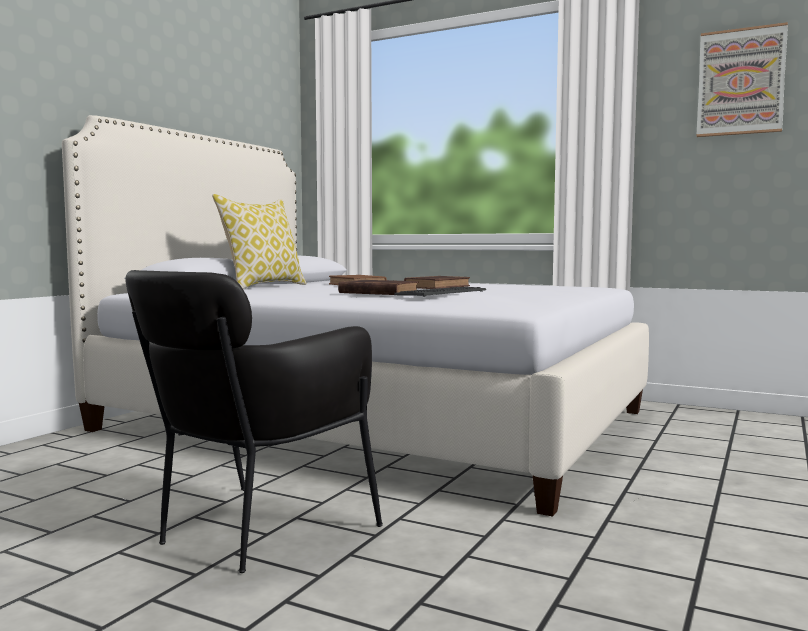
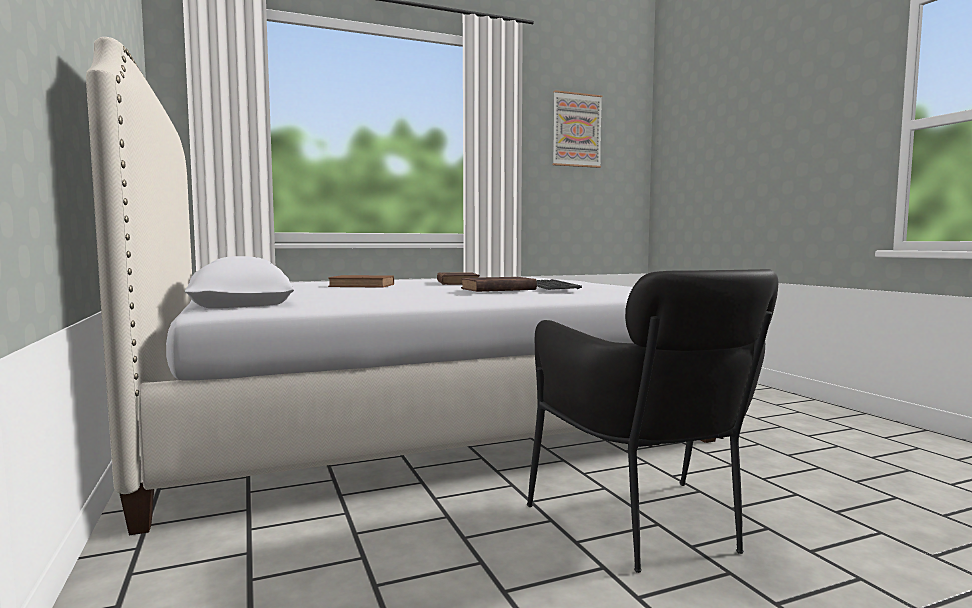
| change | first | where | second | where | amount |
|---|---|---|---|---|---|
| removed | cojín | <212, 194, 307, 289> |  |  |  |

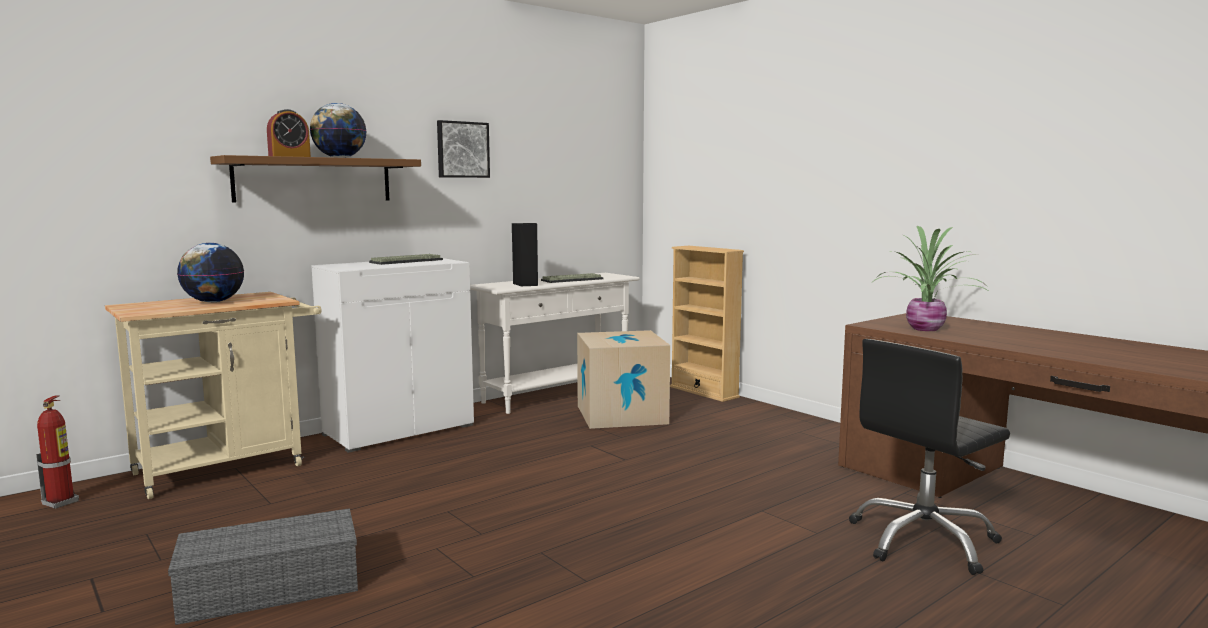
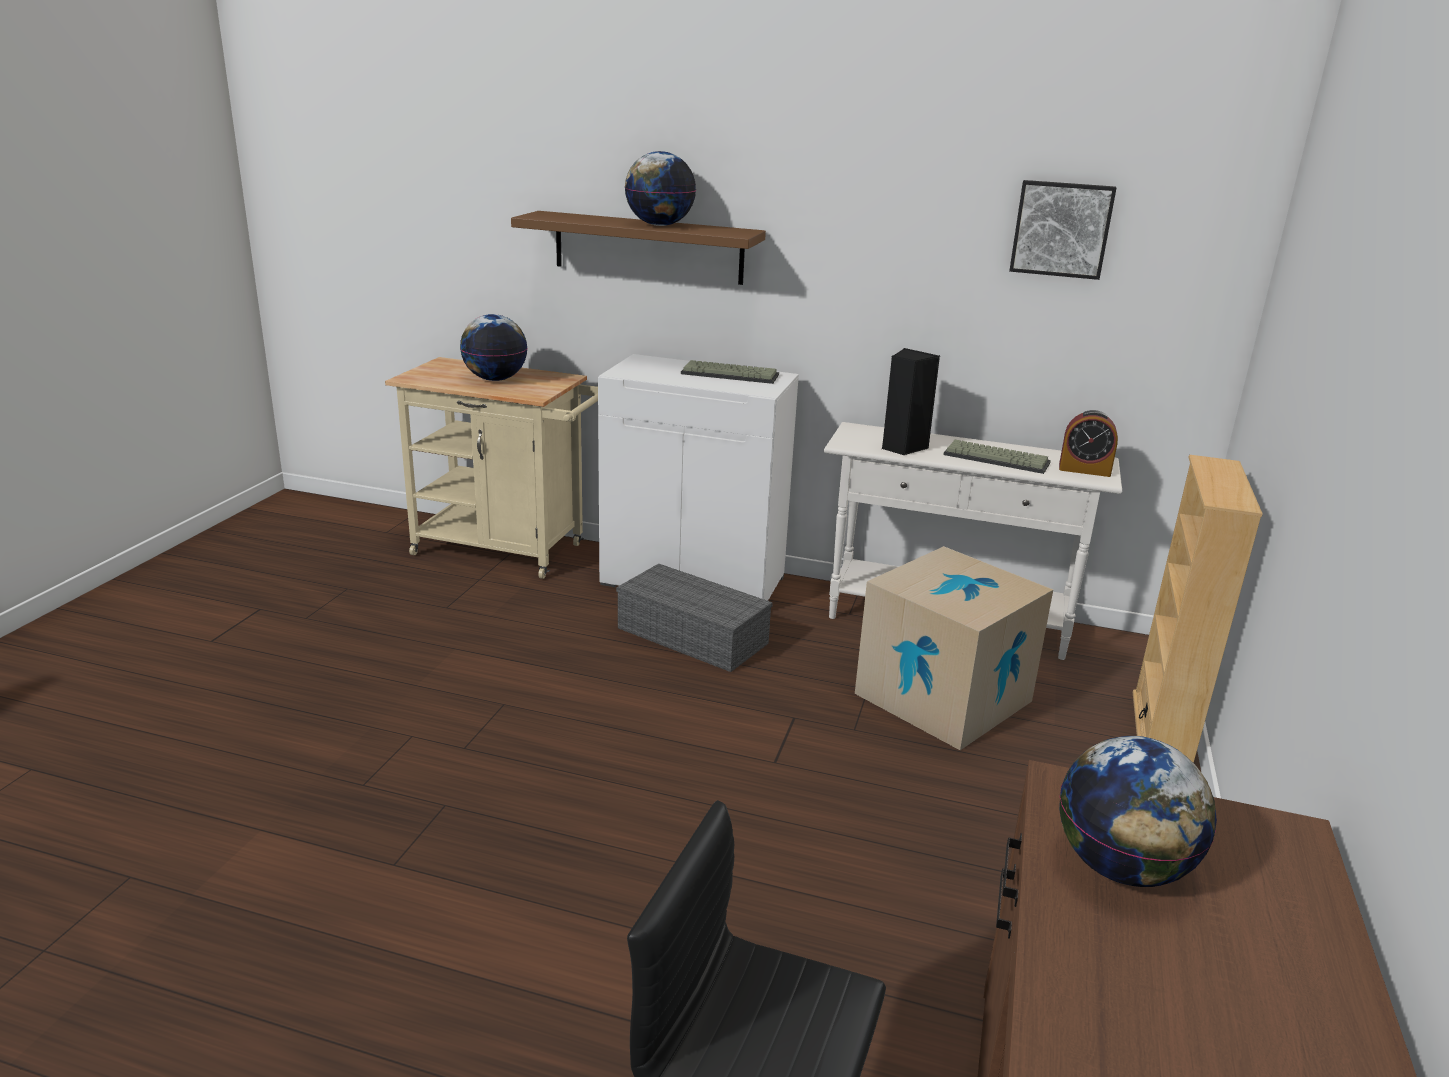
| change | first | where | second | where | amount |
|---|---|---|---|---|---|
| moved | despertador | <267, 109, 311, 157> |  | <1059, 410, 1118, 477> |  |
| moved | cuadro | <437, 120, 490, 178> |  | <1009, 180, 1117, 280> |  |
| replaced | planta en maceta | <874, 226, 988, 331> | globo terráqueo | <1059, 736, 1217, 887> |  |
| removed | extintor | <36, 395, 79, 509> |  |  |  |
| moved | caja de almacenaje [gris] | <168, 508, 358, 625> |  | <616, 564, 773, 672> |  |

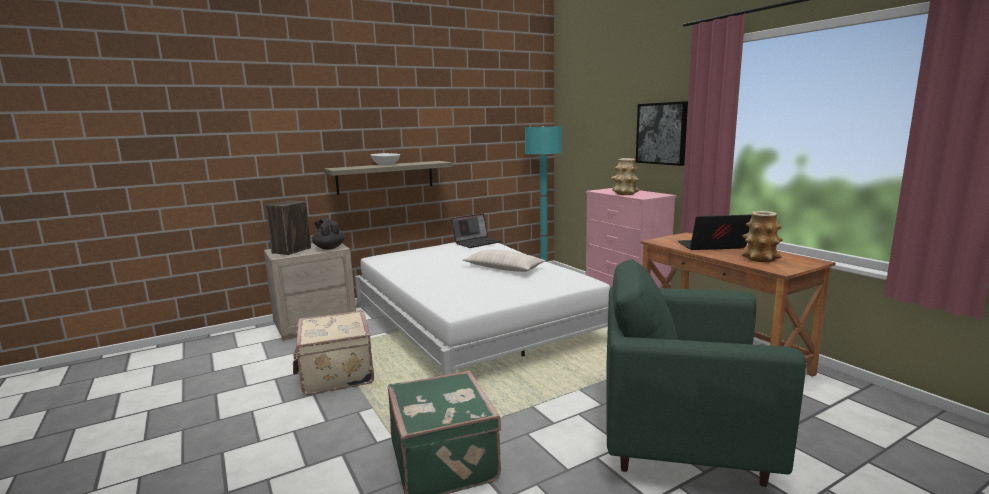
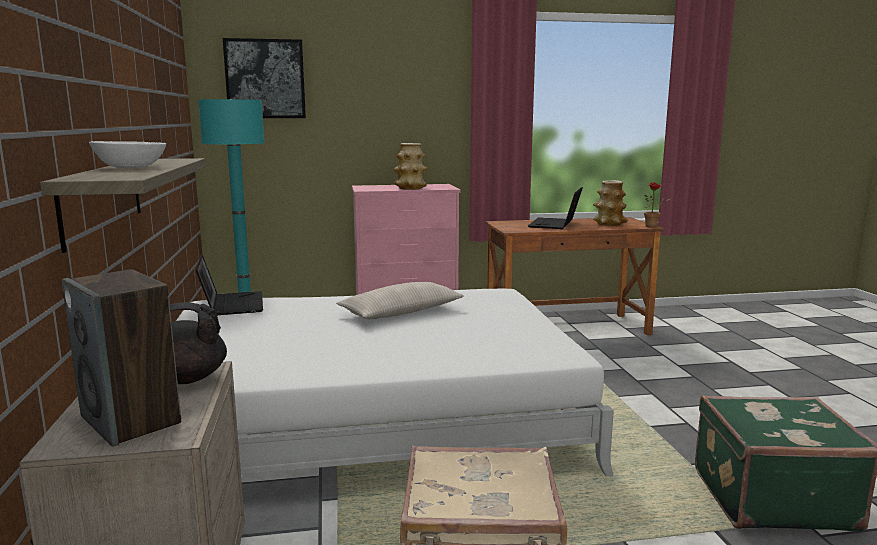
| change | first | where | second | where | amount |
|---|---|---|---|---|---|
| moved | cuadro | <636, 101, 688, 166> |  | <223, 38, 306, 118> |  |
| removed | sillón [verde] | <606, 259, 806, 487> |  |  |  |
| added |  |  | planta en maceta | <644, 182, 670, 227> |  |

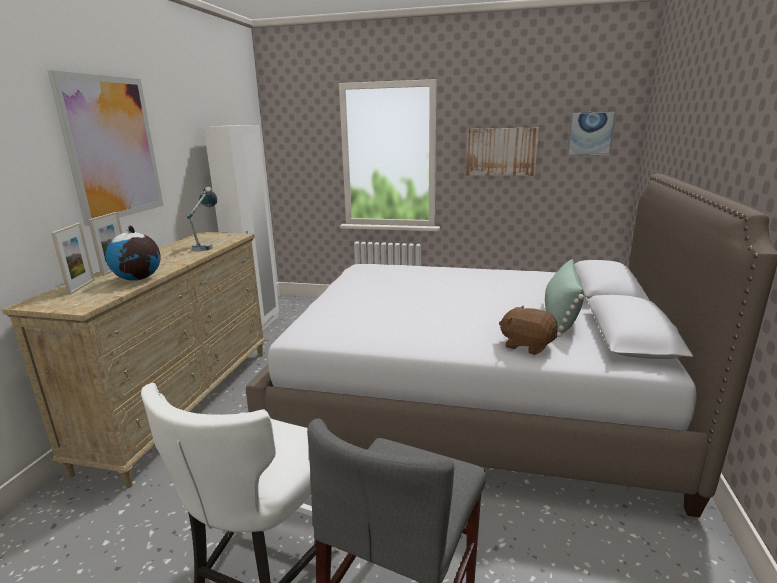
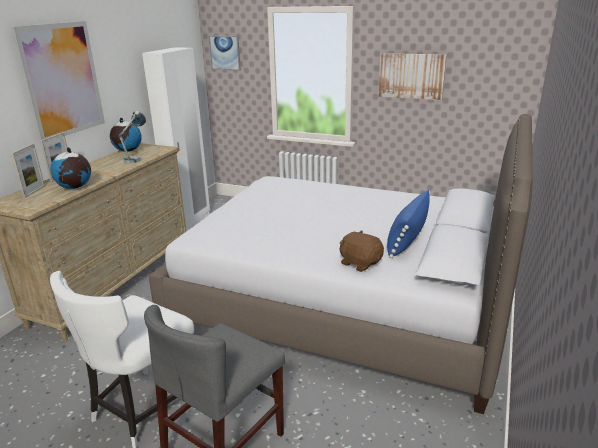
| change | first | where | second | where | amount |
|---|---|---|---|---|---|
| moved | cuadro | <567, 111, 616, 155> |  | <209, 36, 241, 71> |  |
| recoloured | cojín [verde] | <545, 259, 584, 337> | cojín [azul] | <387, 190, 431, 258> |  |
| added |  |  | globo terráqueo | <110, 118, 142, 152> |  |

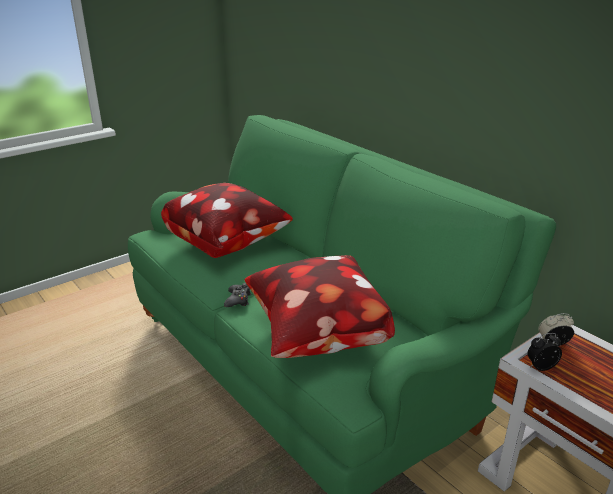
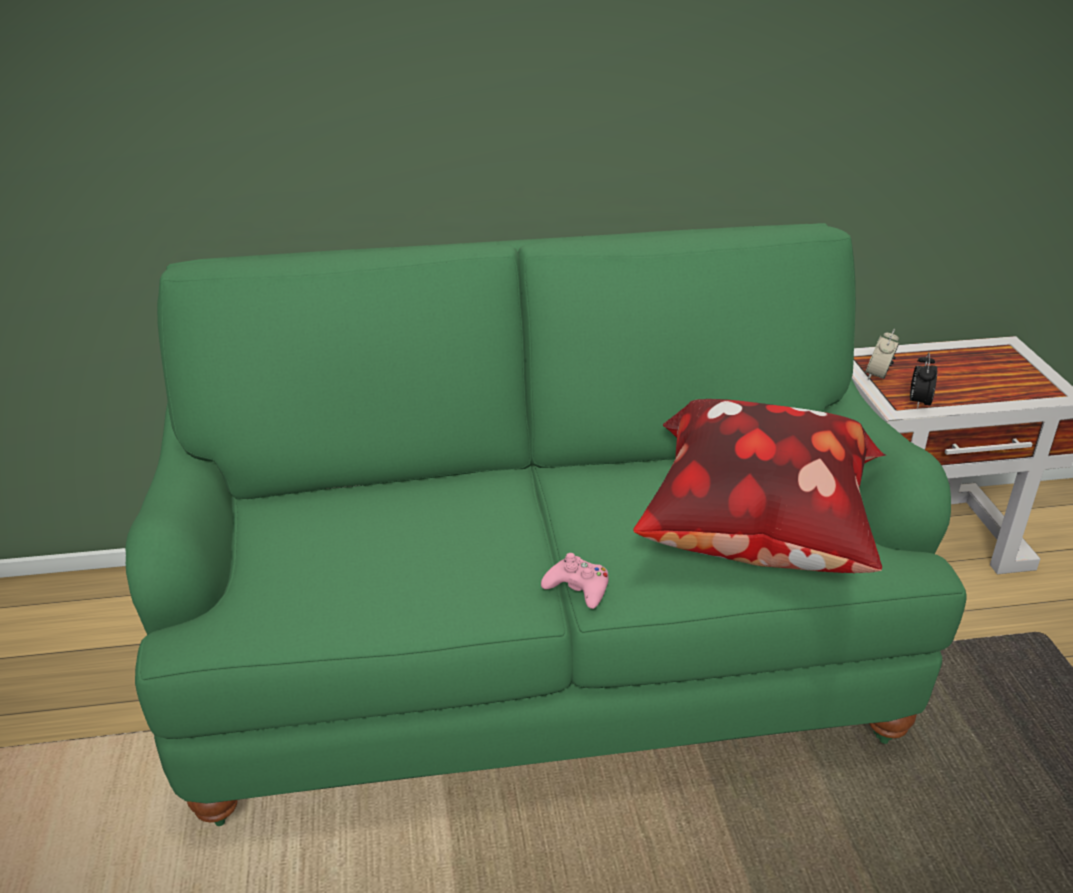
| change | first | where | second | where | amount |
|---|---|---|---|---|---|
| removed | cojín | <161, 183, 293, 258> |  |  |  |
| recoloured | mando de consola [negro] | <224, 283, 251, 307> | mando de consola [rosa] | <541, 553, 609, 609> |  |

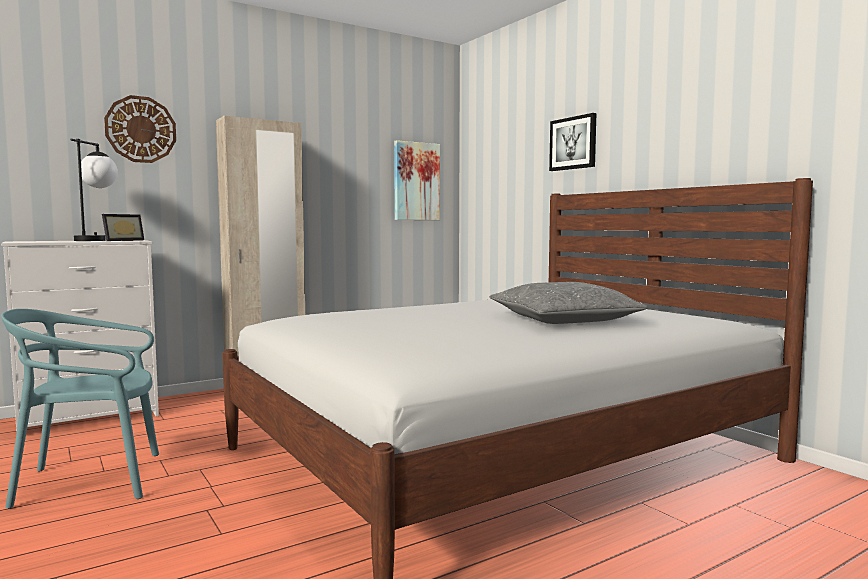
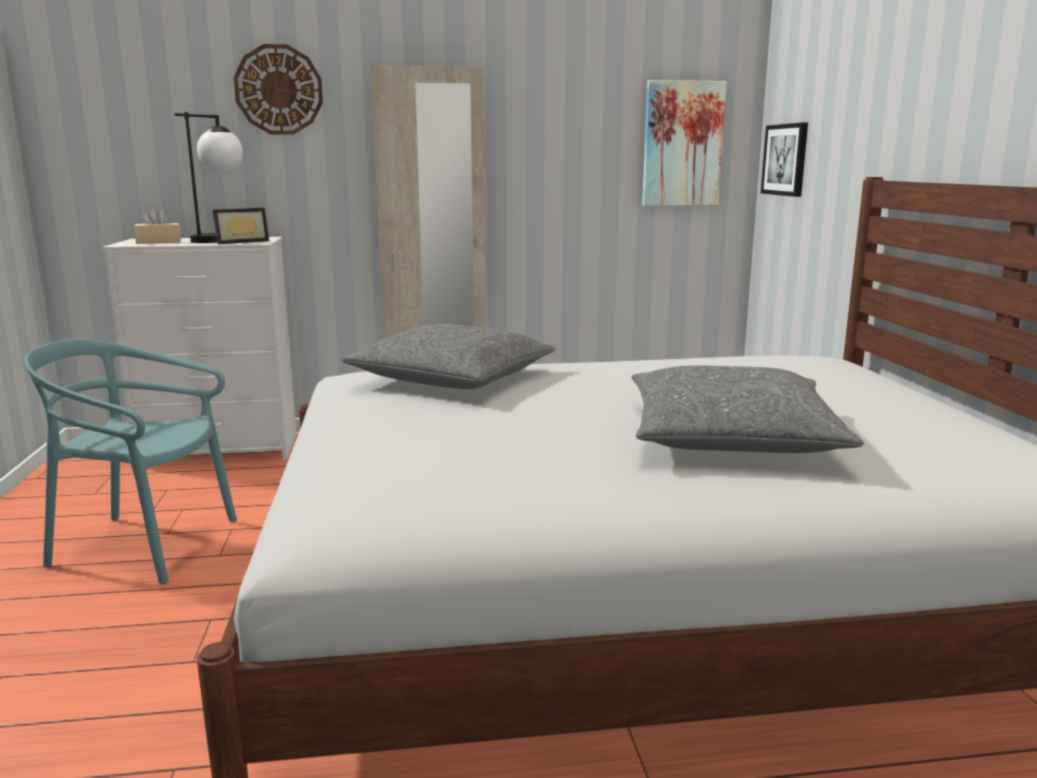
| change | first | where | second | where | amount |
|---|---|---|---|---|---|
| moved | cuadro | <549, 113, 596, 171> |  | <761, 122, 808, 197> |  |
| added |  |  | caja de pañuelos [beis] | <134, 207, 181, 244> |  |
| added |  |  | cojín [gris] | <341, 324, 556, 389> |  |

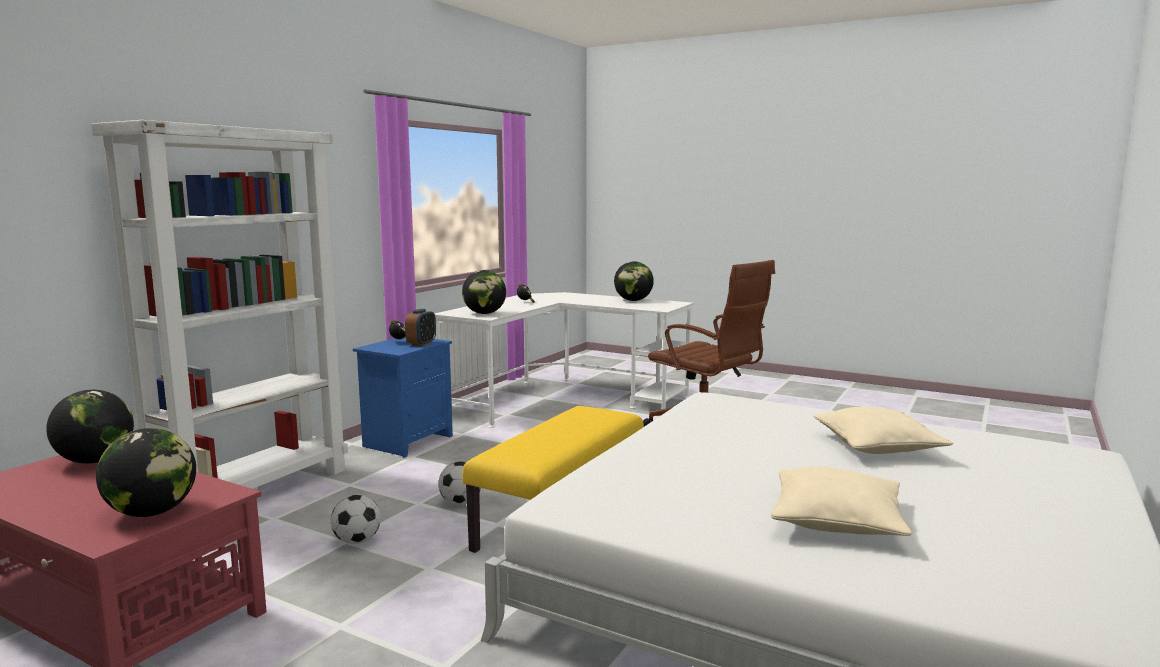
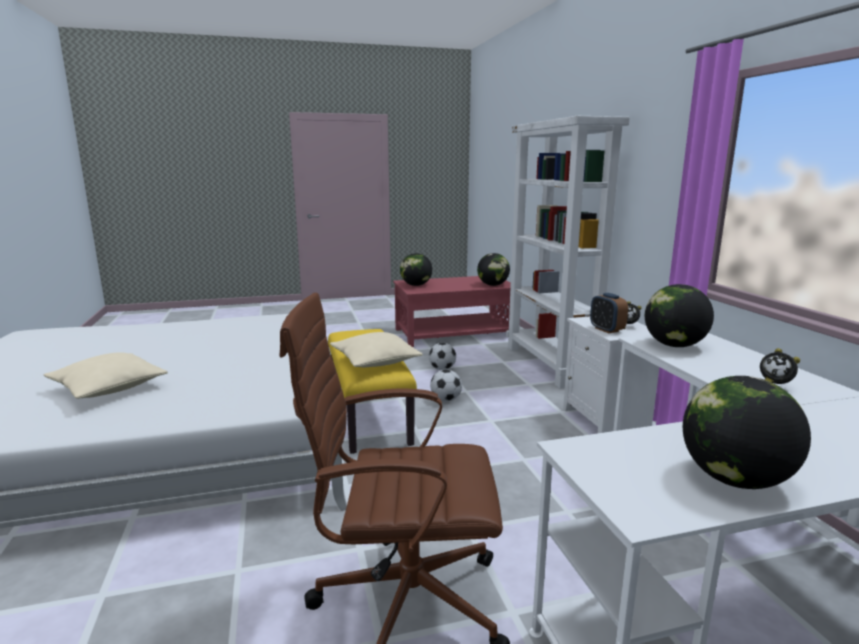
| change | first | where | second | where | amount |
|---|---|---|---|---|---|
| recoloured | mesita de noche [azul] | <353, 338, 453, 458> | mesita de noche [blanco] | <563, 317, 659, 433> |  |
| moved | cojín [beis] | <771, 467, 912, 536> |  | <330, 332, 423, 367> |  |

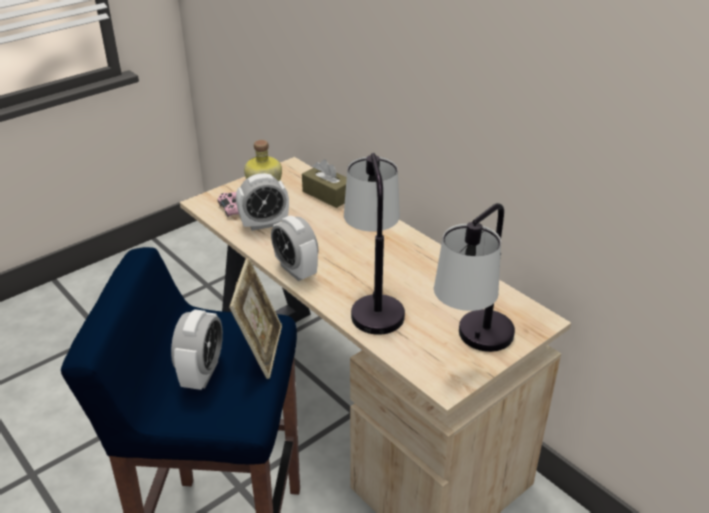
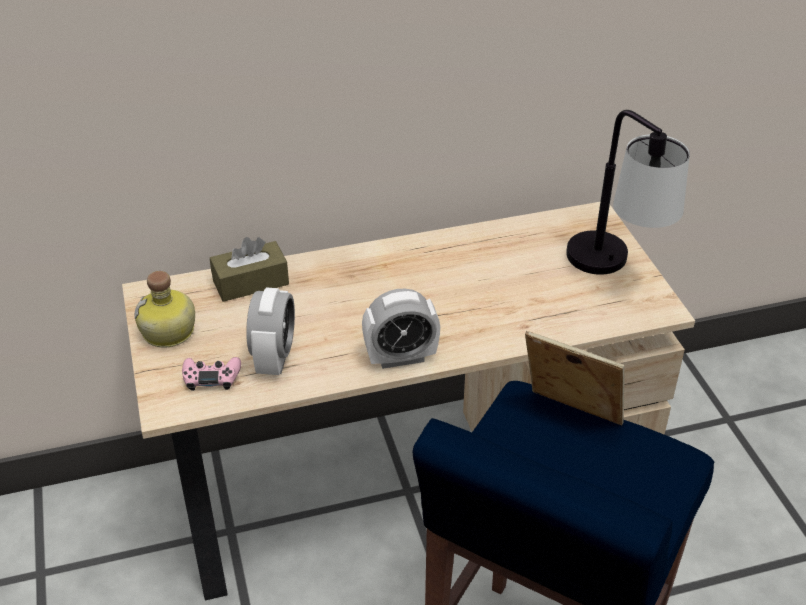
| change | first | where | second | where | amount |
|---|---|---|---|---|---|
| removed | lámpara de mesa | <344, 153, 405, 335> |  |  |  |
| removed | despertador | <171, 309, 223, 390> |  |  |  |

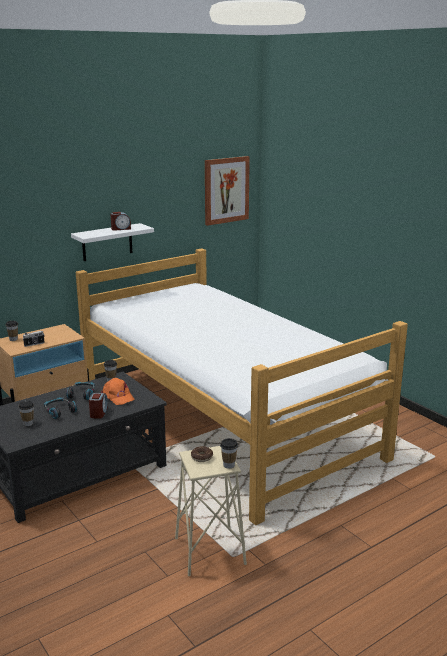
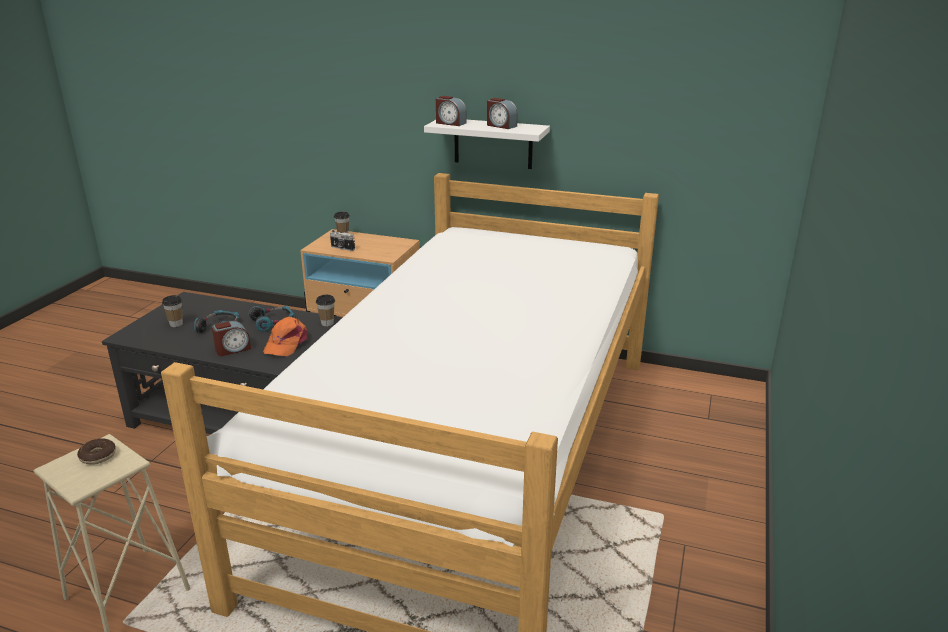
| change | first | where | second | where | amount |
|---|---|---|---|---|---|
| removed | cuadro | <205, 156, 250, 226> |  |  |  |
| removed | taza | <220, 438, 238, 469> |  |  |  |
| added |  |  | despertador | <436, 96, 466, 126> |  |

